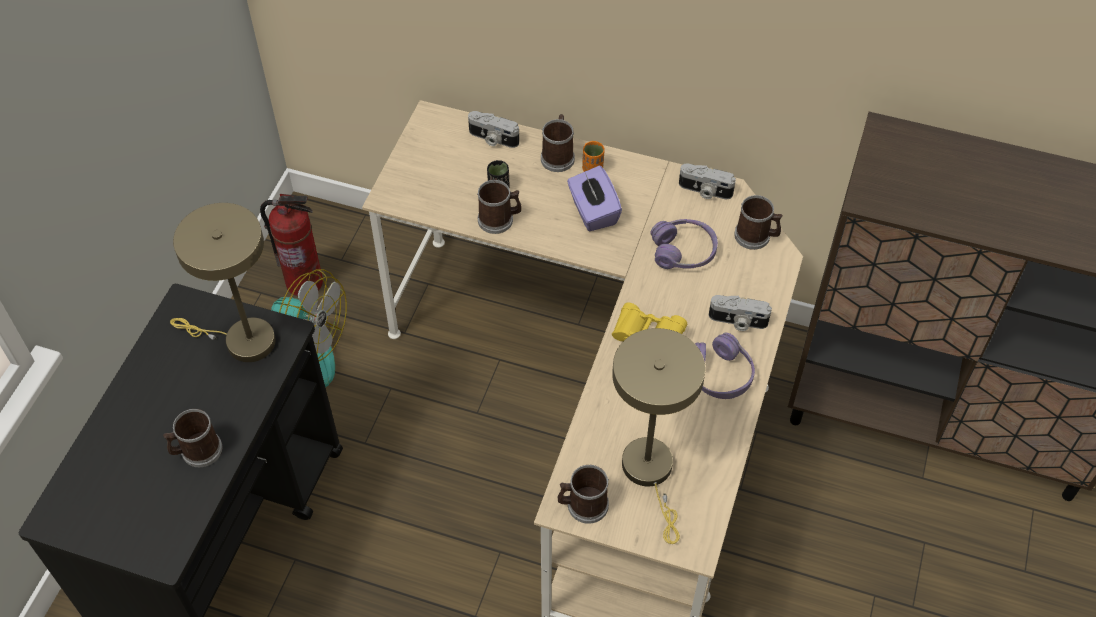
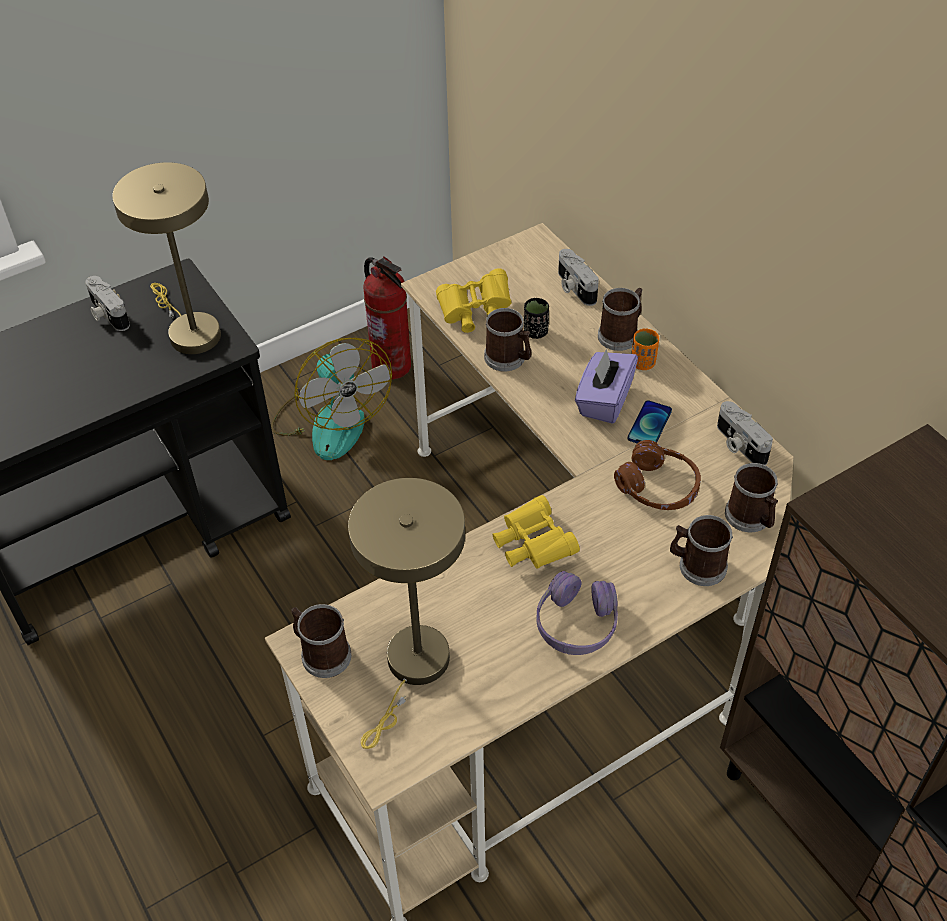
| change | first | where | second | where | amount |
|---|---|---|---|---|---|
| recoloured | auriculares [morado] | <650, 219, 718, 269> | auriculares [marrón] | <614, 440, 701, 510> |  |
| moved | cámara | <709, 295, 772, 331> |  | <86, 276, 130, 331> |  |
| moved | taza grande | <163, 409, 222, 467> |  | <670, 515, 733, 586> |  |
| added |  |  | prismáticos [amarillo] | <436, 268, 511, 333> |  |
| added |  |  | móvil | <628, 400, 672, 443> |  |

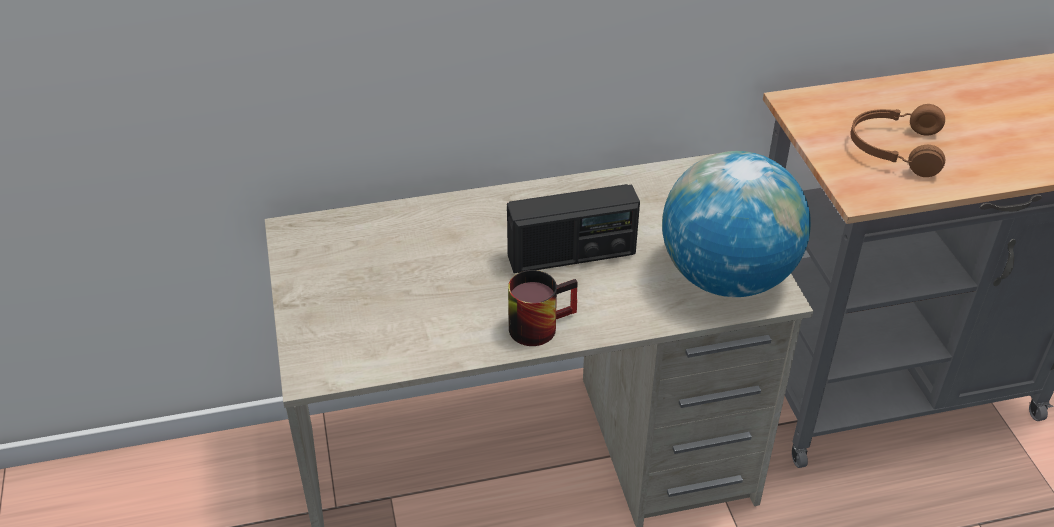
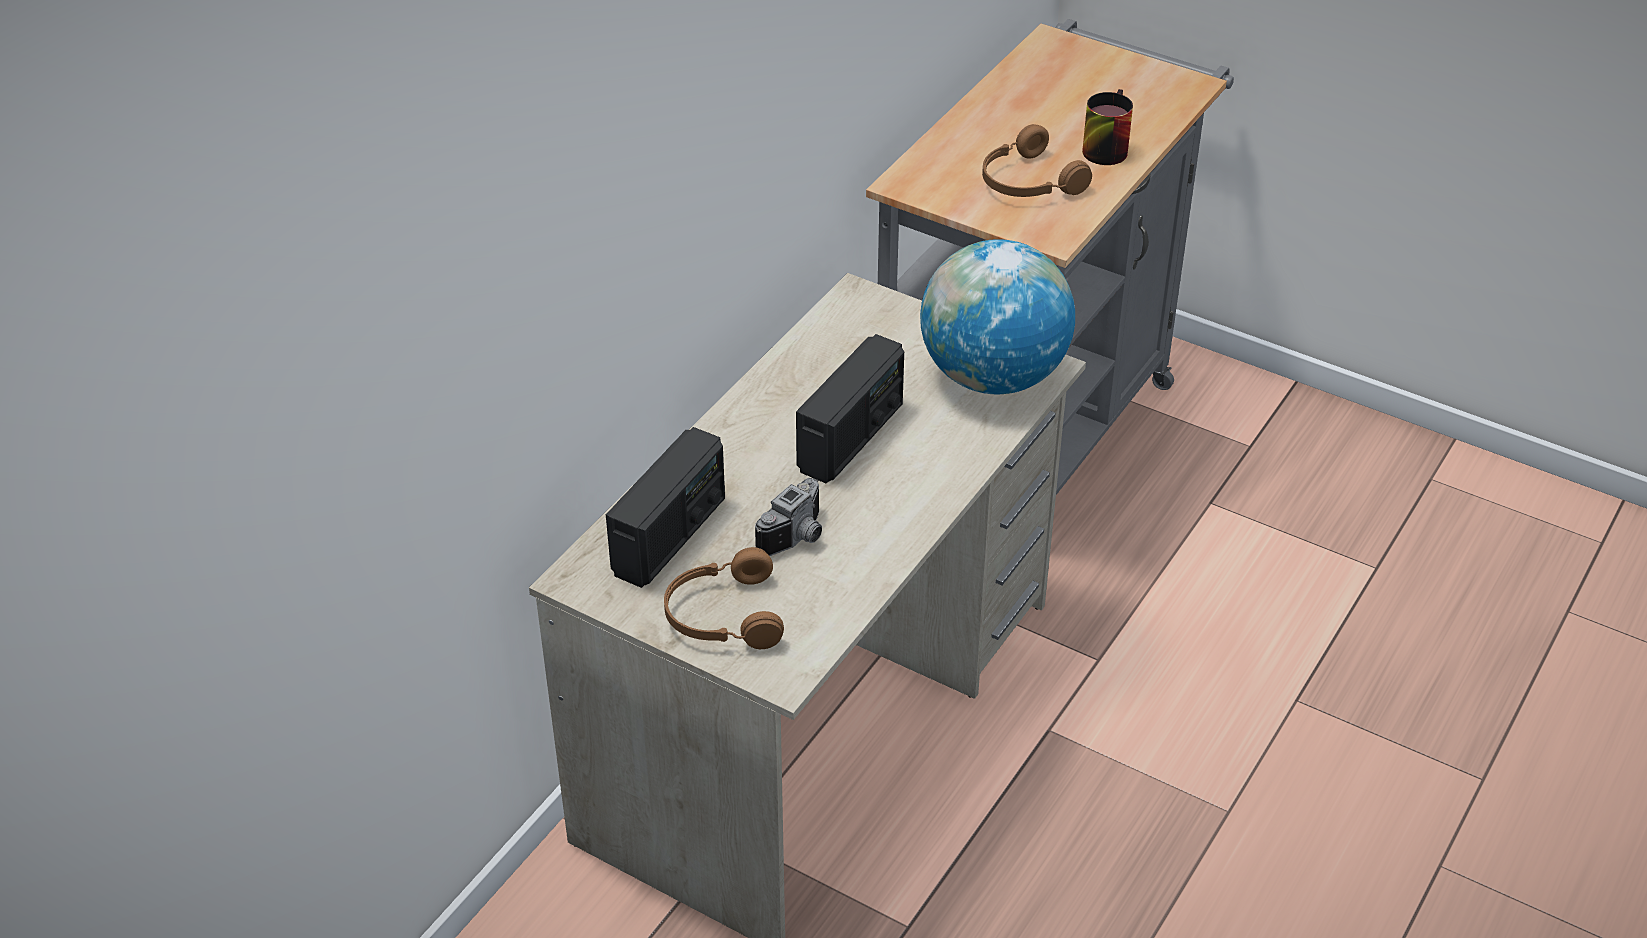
| change | first | where | second | where | amount |
|---|---|---|---|---|---|
| moved | taza grande | <508, 270, 578, 346> |  | <1082, 89, 1133, 165> |  |
| added |  |  | radio | <606, 427, 725, 588> |  |
| added |  |  | cámara | <755, 478, 822, 556> |  |
| added |  |  | auriculares [marrón] | <664, 547, 784, 649> |  |

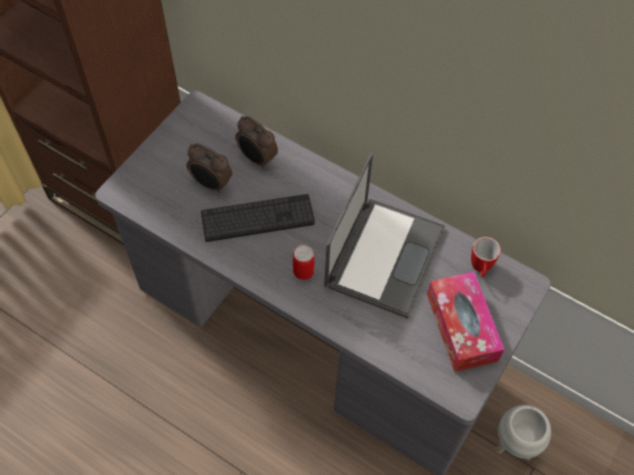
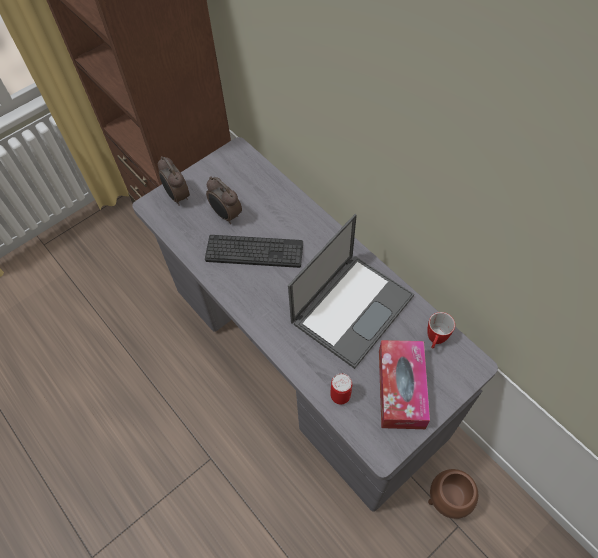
| change | first | where | second | where | amount |
|---|---|---|---|---|---|
| moved | despertador | <235, 116, 278, 169> |  | <158, 156, 190, 206> |  |
| moved | lata | <293, 244, 315, 280> |  | <330, 373, 352, 404> |  |
| recoloured | maceta [blanco] | <496, 405, 551, 460> | maceta [marrón] | <428, 469, 478, 519> |  |

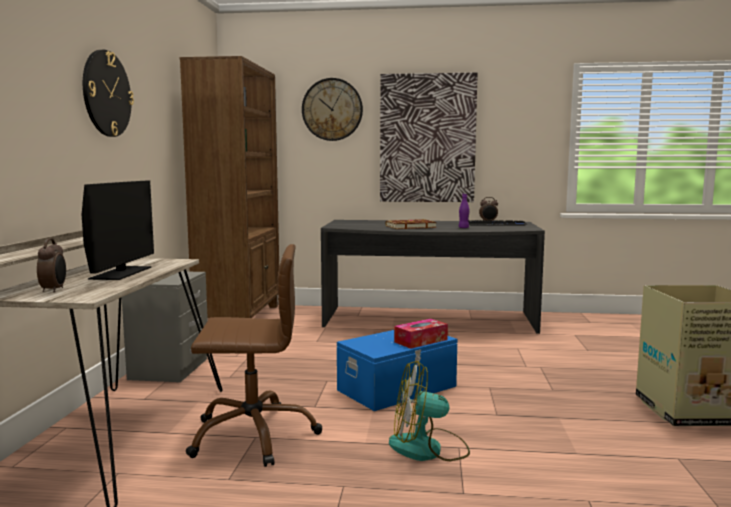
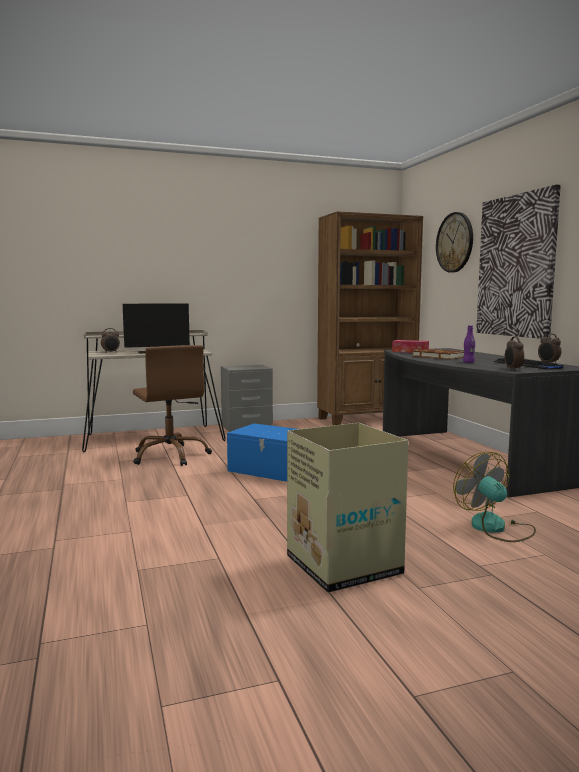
| change | first | where | second | where | amount |
|---|---|---|---|---|---|
| removed | reloj de pared | <83, 50, 134, 137> |  |  |  |
| moved | caja de pañuelos | <394, 319, 448, 349> |  | <392, 340, 429, 353> |  |
| moved | ventilador | <389, 360, 470, 461> |  | <453, 452, 536, 542> |  |
| added |  |  | despertador | <504, 337, 524, 370> |  |

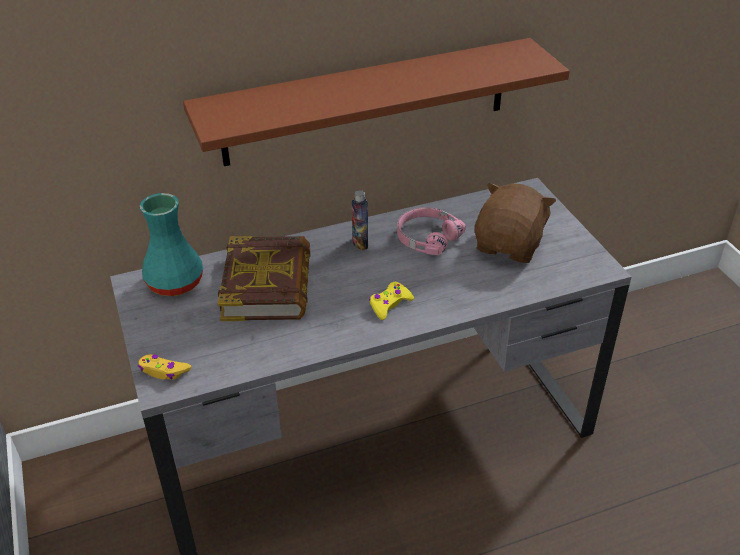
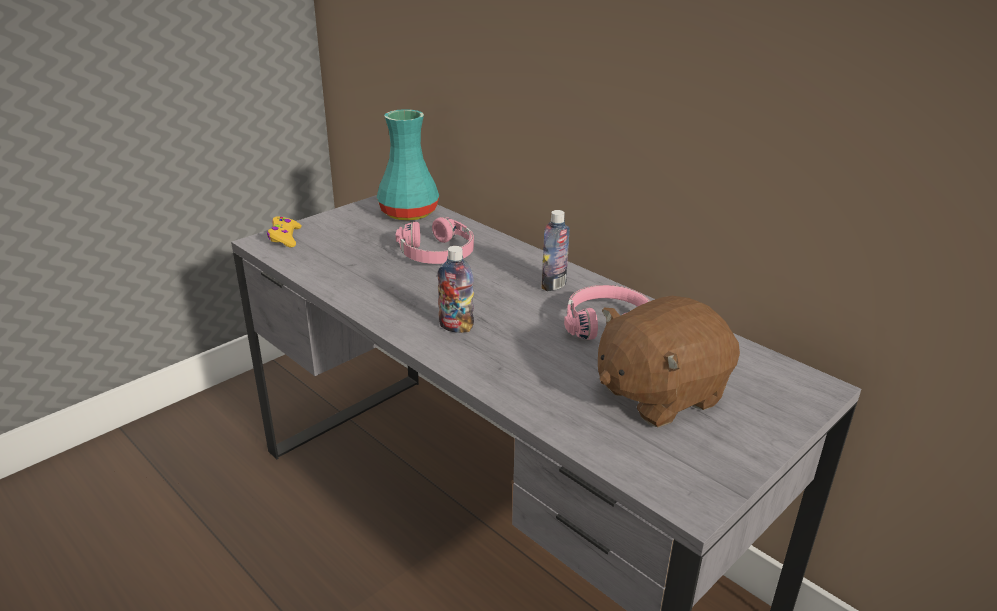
| change | first | where | second | where | amount |
|---|---|---|---|---|---|
| removed | estante [marrón] | <183, 38, 570, 166> |  |  |  |
| turned | peluche [marrón] | <475, 183, 556, 263> |  | <598, 296, 740, 427> | 150 degrees clockwise |
| replaced | libro | <218, 236, 311, 321> | auriculares [rosa] | <396, 217, 474, 264> |  |
| replaced | mando de consola [amarillo] | <369, 282, 414, 320> | botella | <437, 246, 474, 333> |  |

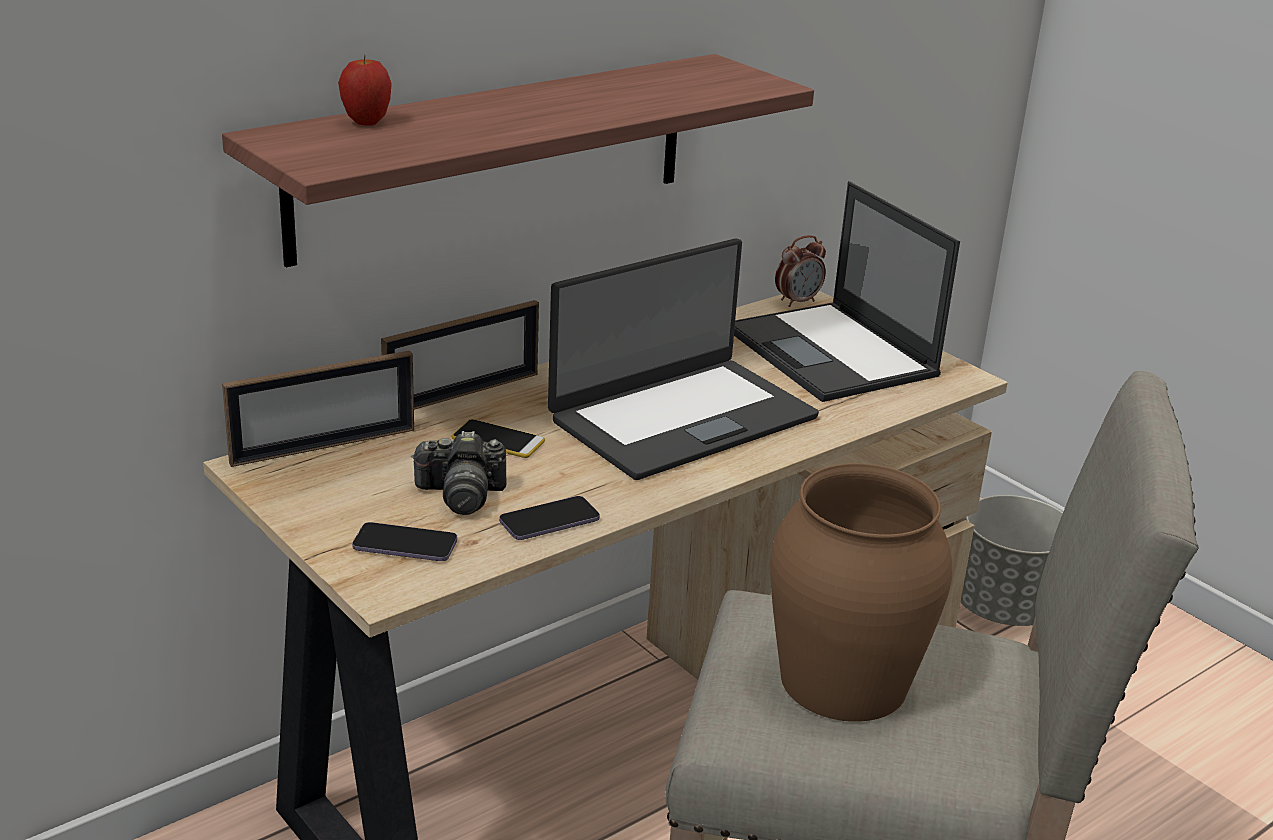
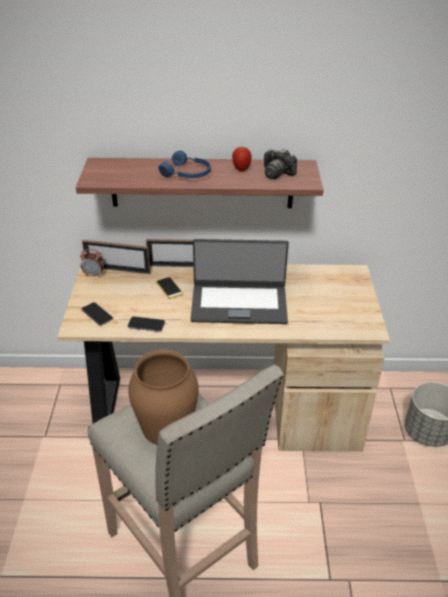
| change | first | where | second | where | amount |
|---|---|---|---|---|---|
| moved | manzana | <338, 56, 392, 126> |  | <232, 147, 252, 171> |  |
| removed | portátil | <734, 181, 960, 402> |  |  |  |
| moved | despertador | <775, 235, 826, 307> |  | <80, 249, 104, 277> |  |
| moved | cámara | <411, 431, 507, 515> |  | <264, 149, 297, 179> |  |
| added |  |  | auriculares [azul] | <158, 150, 211, 178> |  |

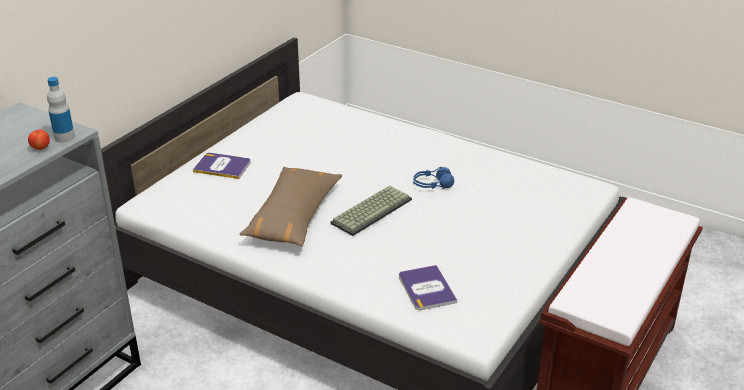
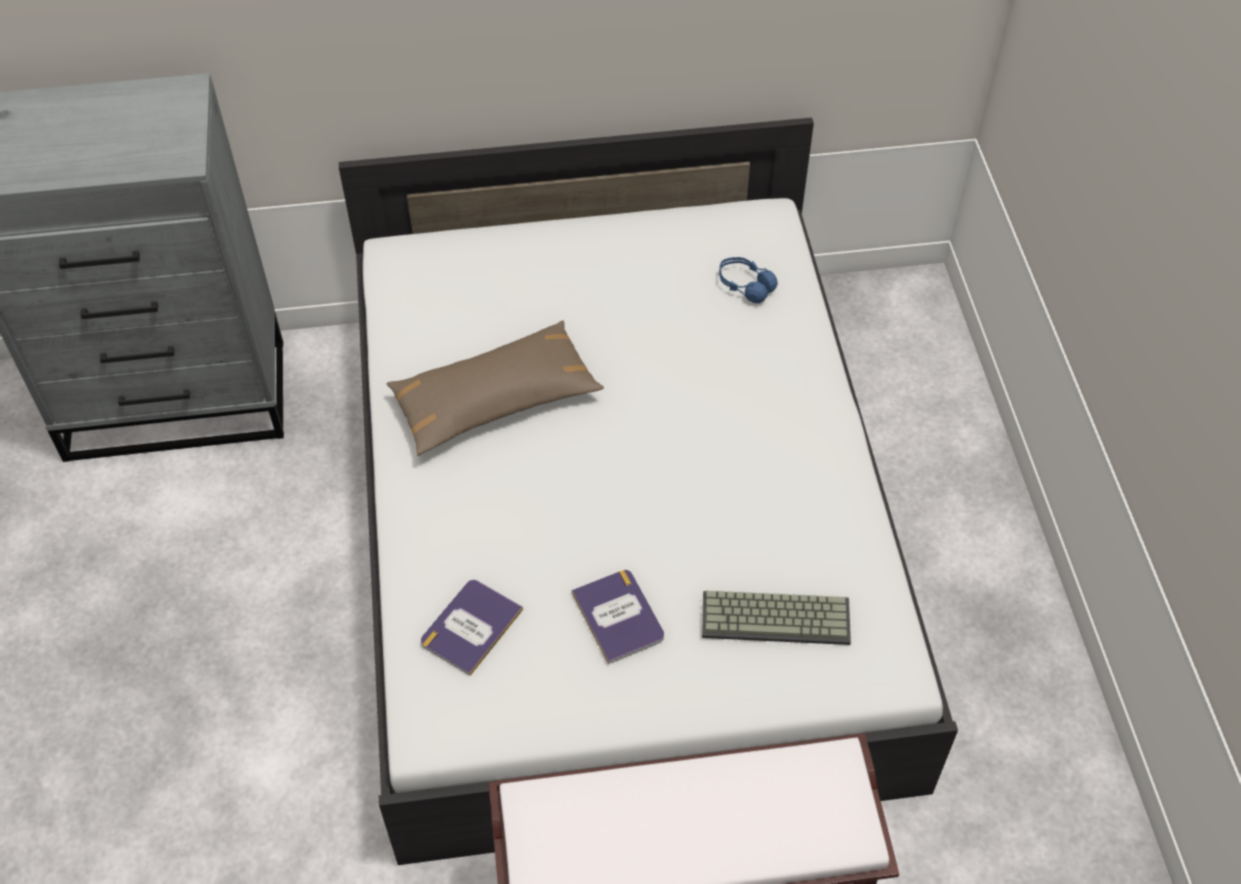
| change | first | where | second | where | amount |
|---|---|---|---|---|---|
| removed | botella | <47, 77, 75, 143> |  |  |  |
| removed | manzana | <28, 130, 50, 150> |  |  |  |
| moved | libro | <193, 153, 251, 179> |  | <571, 570, 664, 664> |  |
| moved | auriculares [azul] | <413, 167, 454, 189> |  | <719, 257, 778, 303> |  |
| moved | teclado | <331, 186, 412, 236> |  | <702, 591, 851, 645> |  |

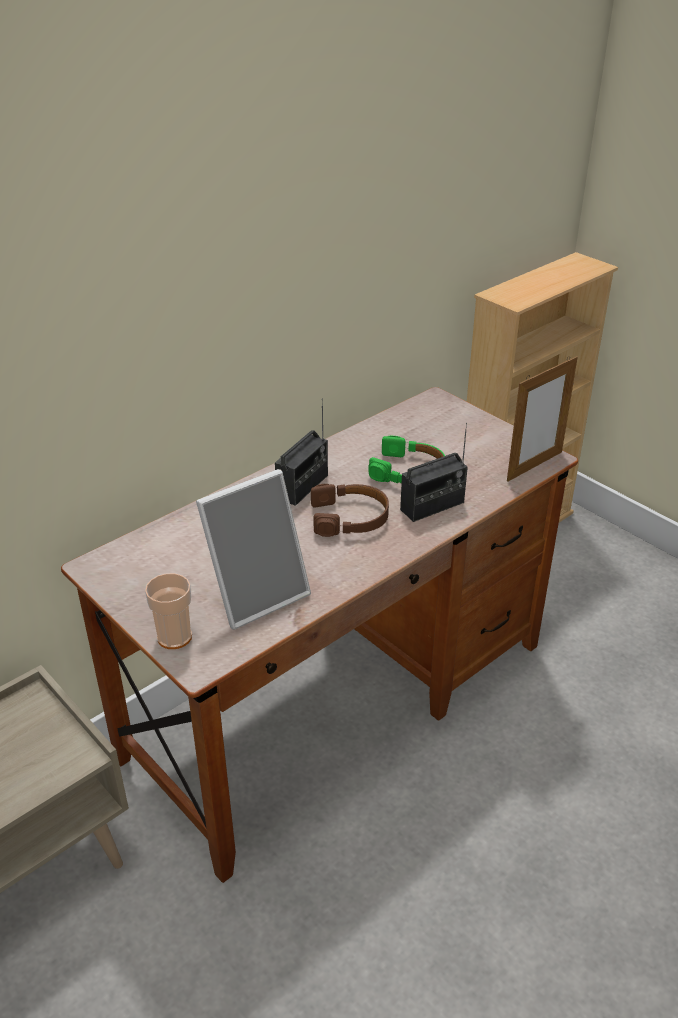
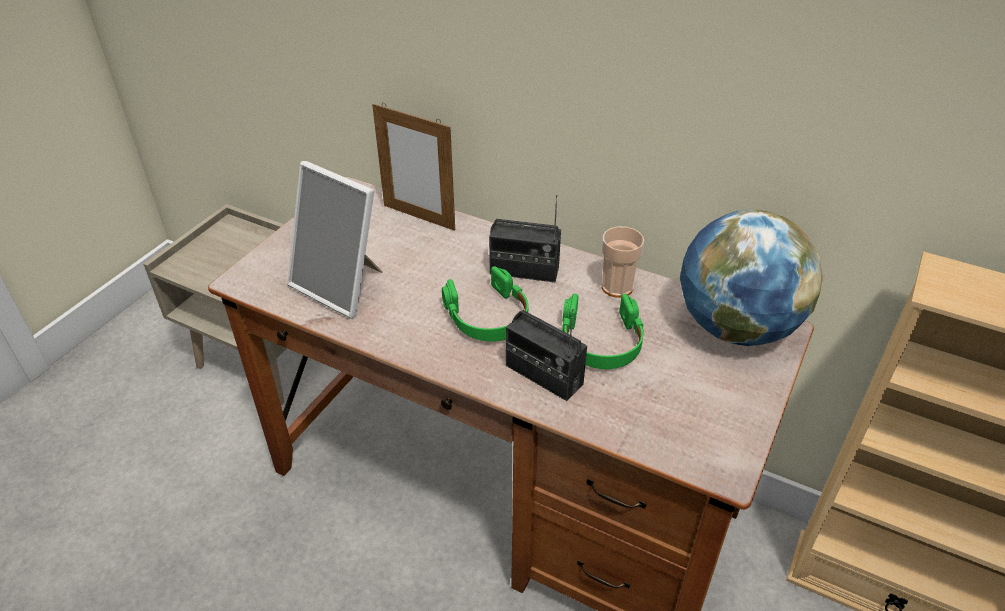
| change | first | where | second | where | amount |
|---|---|---|---|---|---|
| moved | portarretratos | <507, 356, 578, 482> |  | <372, 103, 455, 231> |  |
| recoloured | auriculares [marrón] | <311, 484, 389, 537> | auriculares [verde] | <442, 266, 529, 342> |  |
| moved | taza | <145, 573, 192, 649> |  | <601, 226, 644, 298> |  |
| added |  |  | globo terráqueo | <680, 209, 823, 346> |  |

